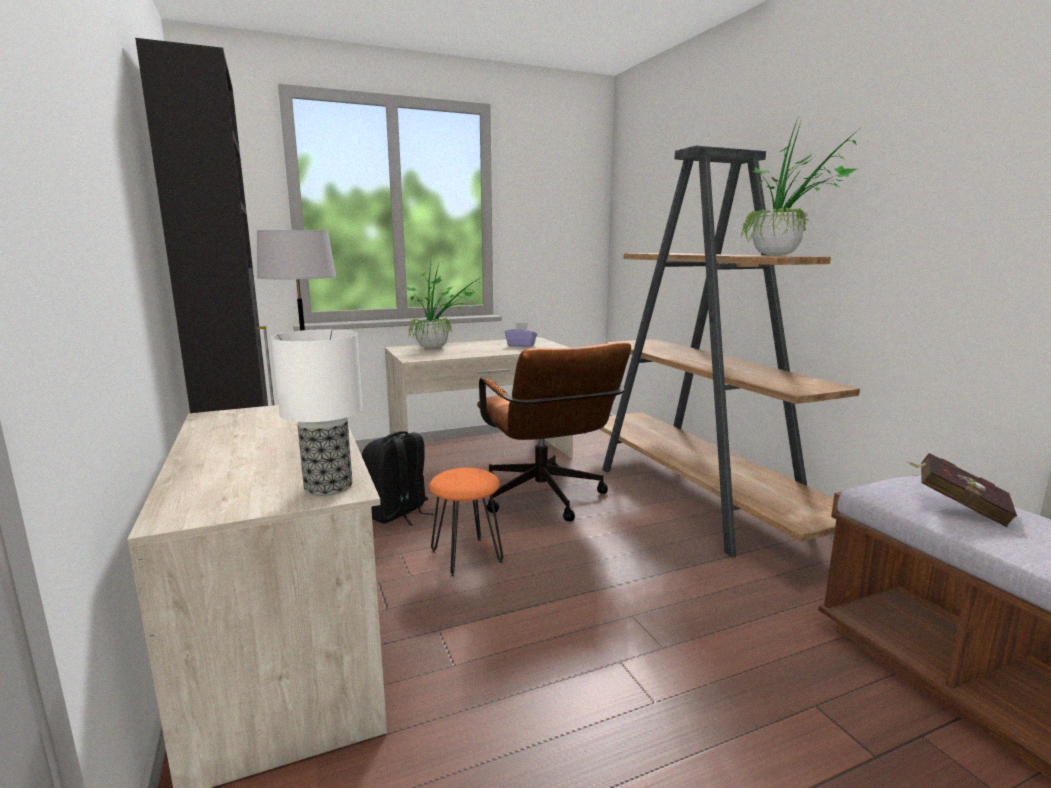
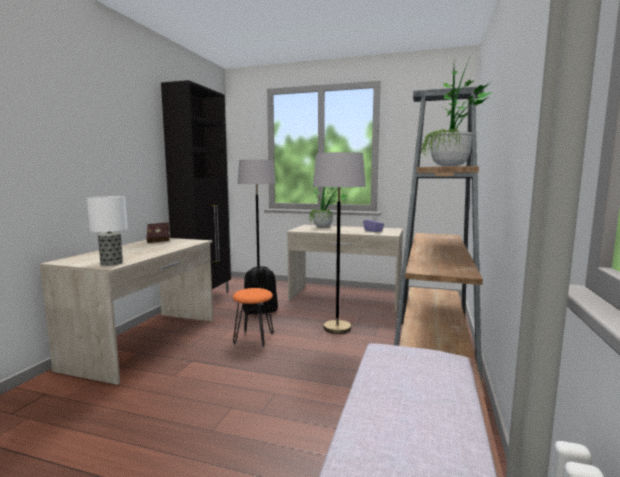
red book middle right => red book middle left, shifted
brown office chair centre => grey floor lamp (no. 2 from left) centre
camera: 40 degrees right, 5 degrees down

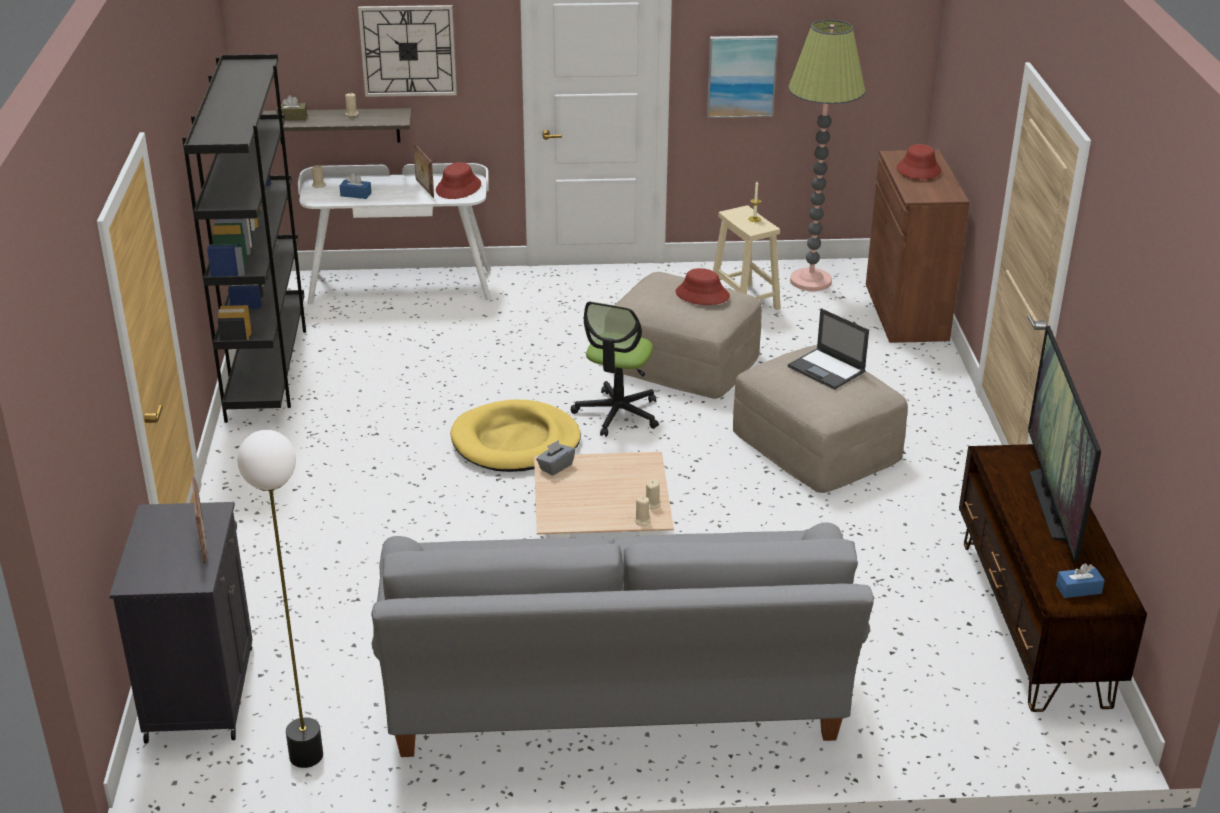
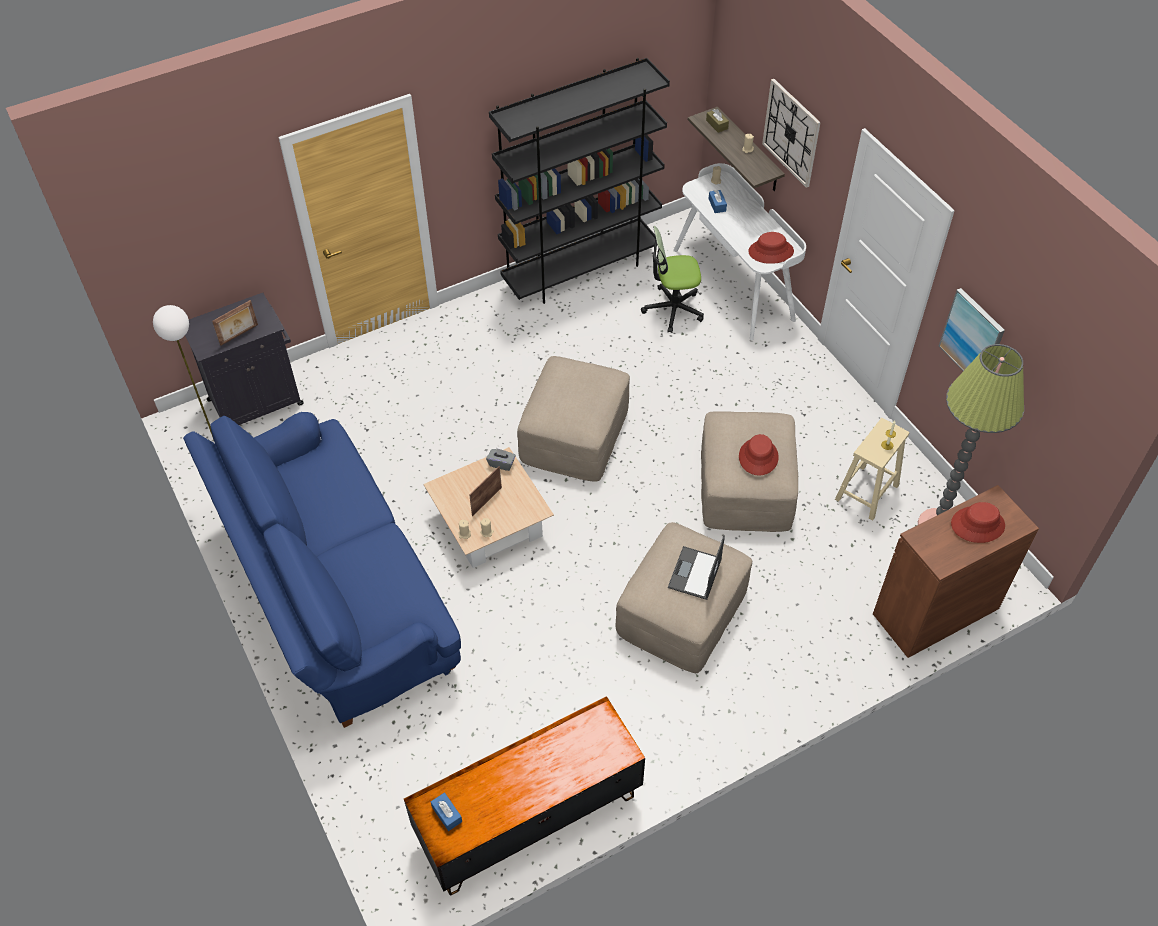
grey sofa bottom centre => blue sofa middle left
picture frame (no. 2 from left) top centre => picture frame (no. 2 from left) centre, shifted
yellow dog bed centre => beige ottoman (no. 1 from left) centre
office chair centre => office chair top centre, shifted
television middle right => nothing
camera: 65 degrees right, 20 degrees up

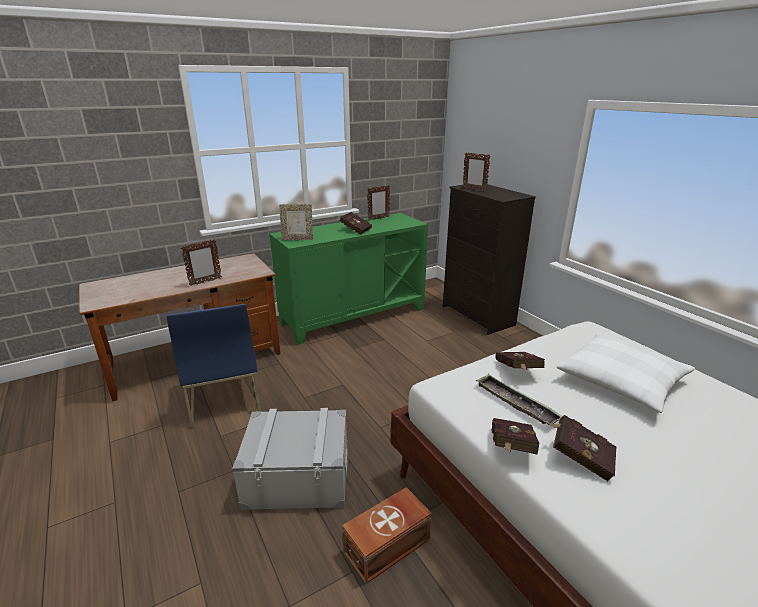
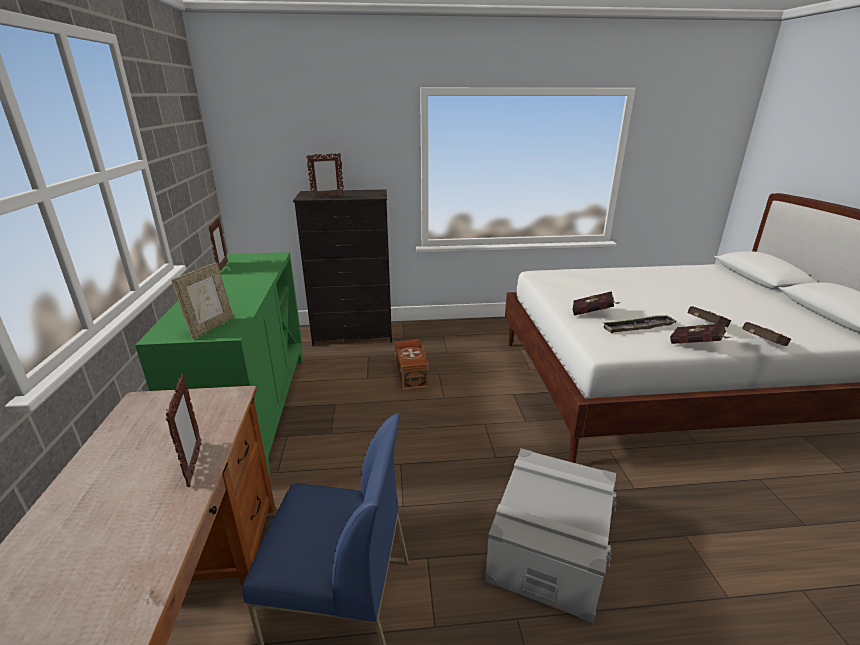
brown storage box bottom centre => brown storage box centre, shifted
red book (no. 1 from left in the first image) centre => red book (no. 4 from left) middle right, shifted
white pillow middle right => nothing
camera: 65 degrees left, 0 degrees up

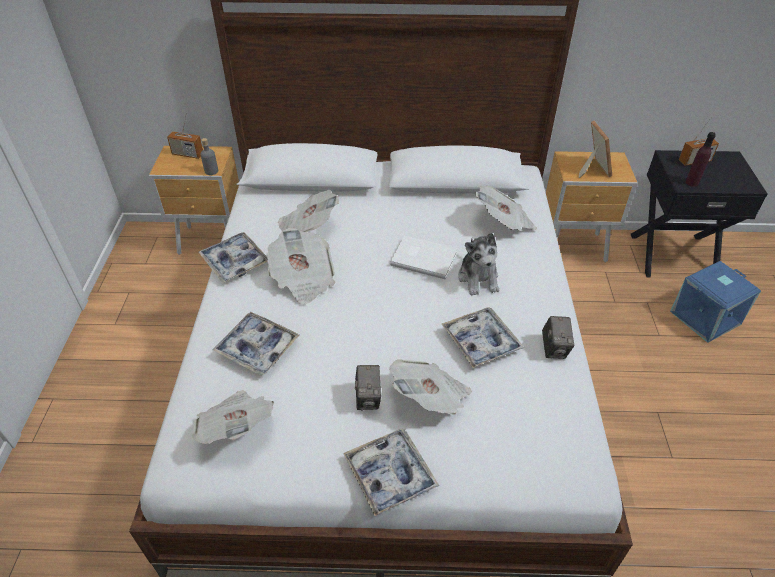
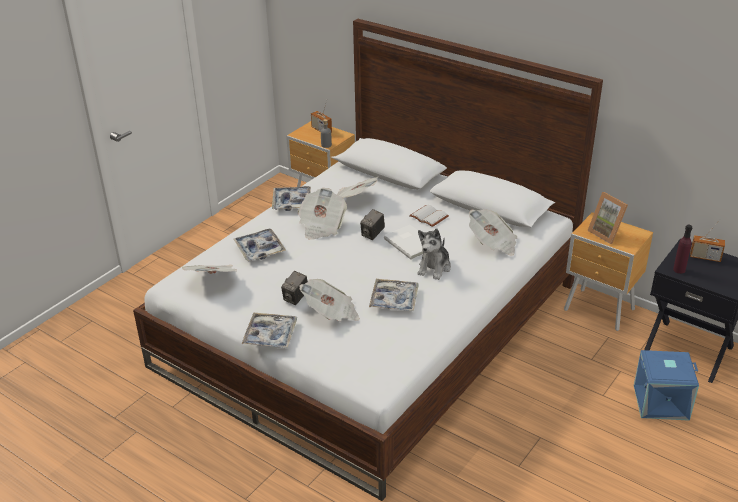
photo camera (no. 2 from left) middle right => photo camera (no. 2 from left) centre, shifted
nothing => white book (no. 2 from left) centre
picture frame top right => picture frame middle right, 120 degrees clockwise
camera: 35 degrees right, 10 degrees down

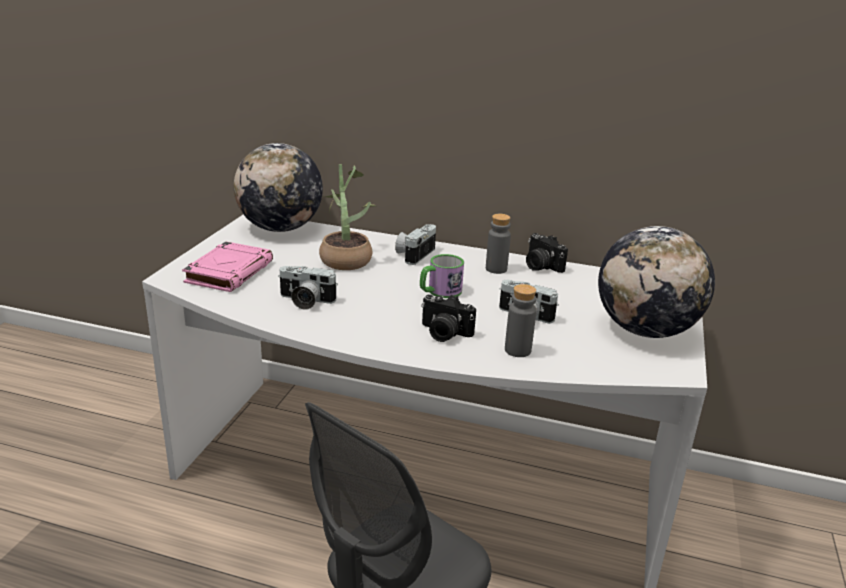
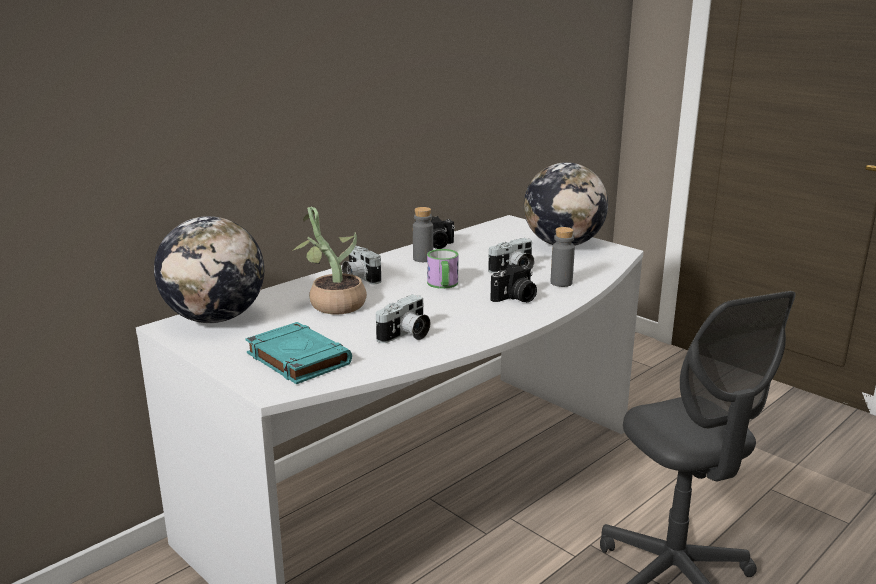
pink book middle left => turquoise book centre
camera: 60 degrees left, 5 degrees down

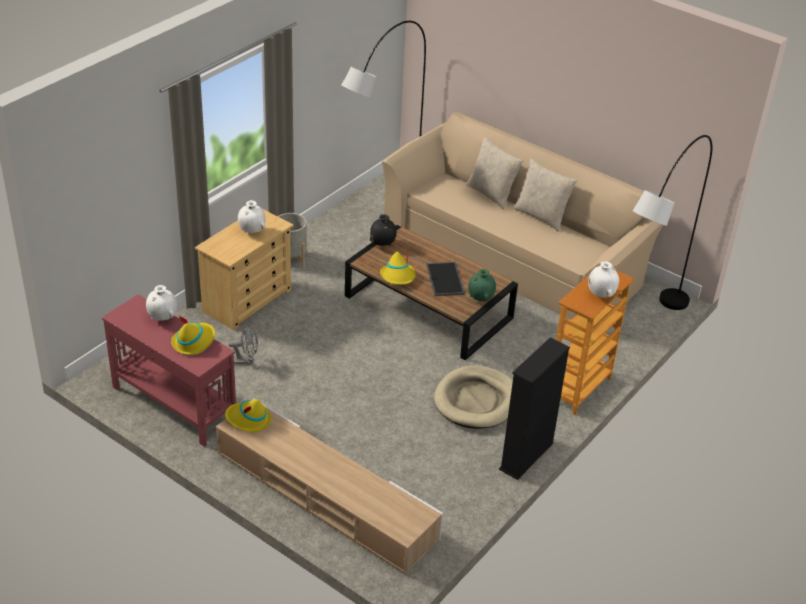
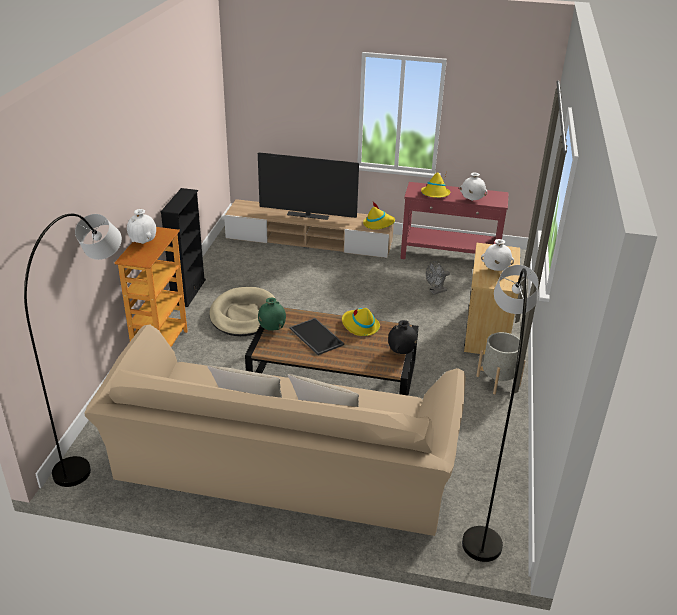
nothing => television top centre
camera: 155 degrees right, 5 degrees down

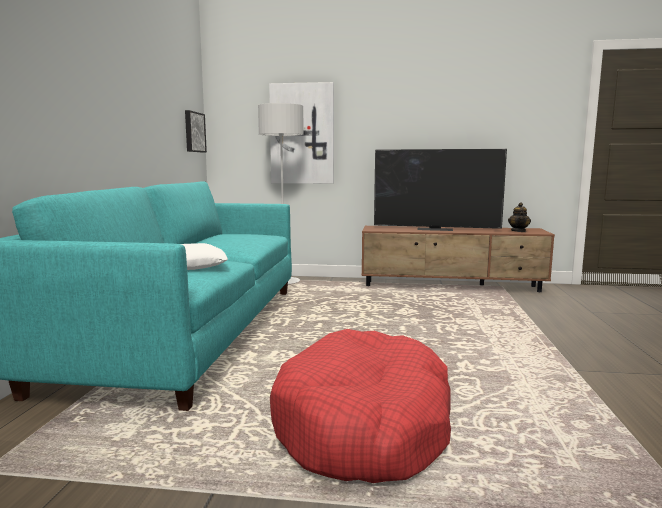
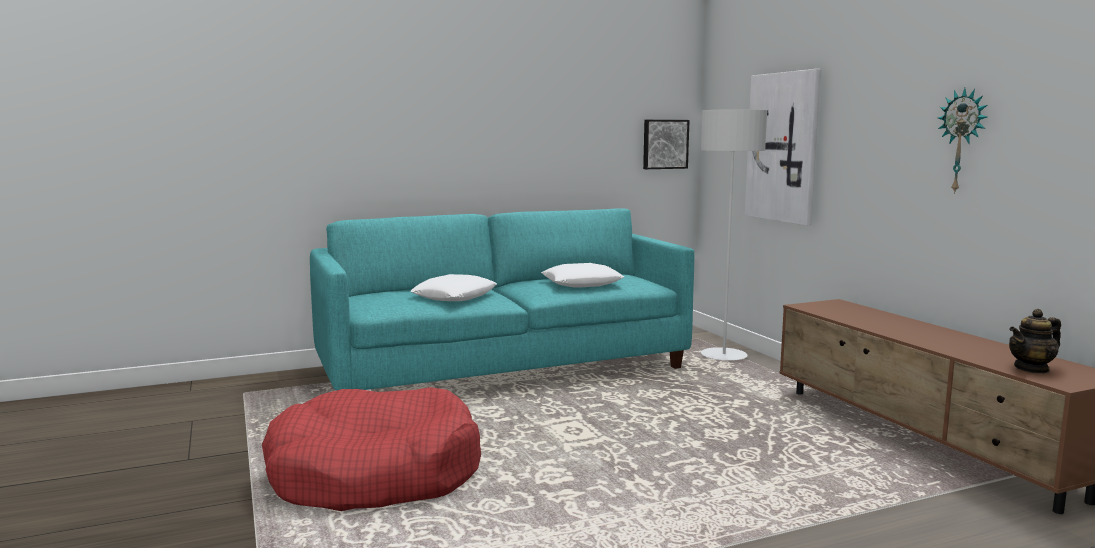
nothing => white pillow (no. 2 from left) centre
nothing => wall clock top right
television centre => nothing
camera: 60 degrees right, 0 degrees up

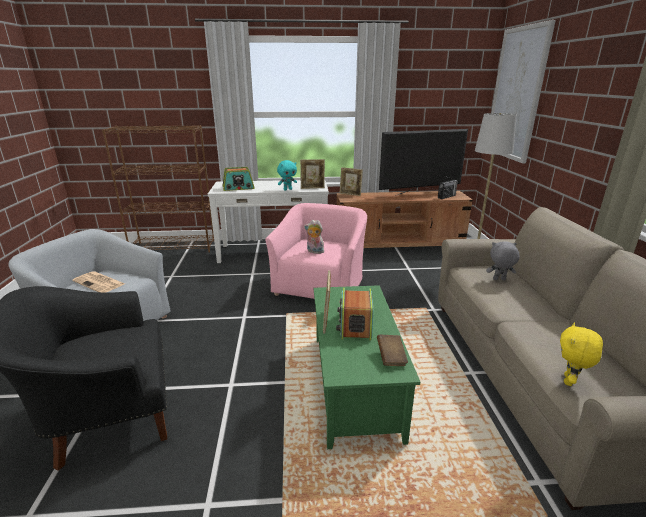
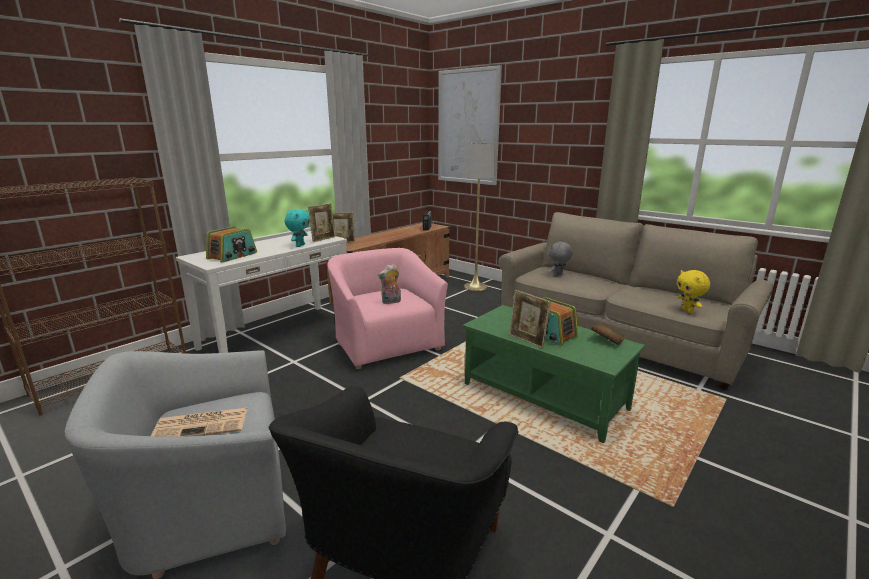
television top centre => nothing
camera: 45 degrees left, 5 degrees down

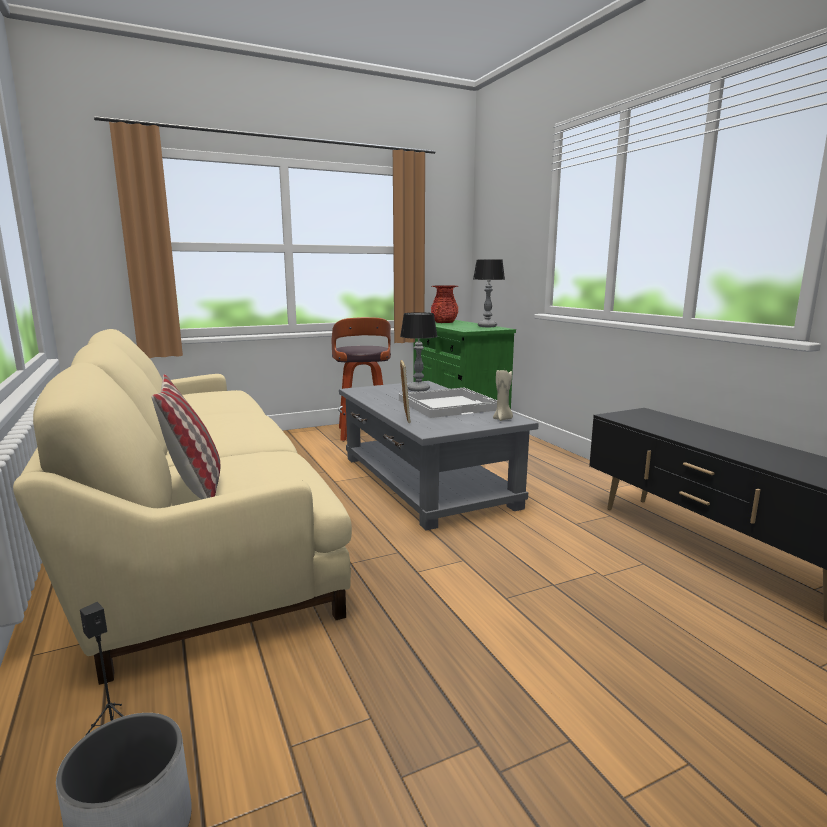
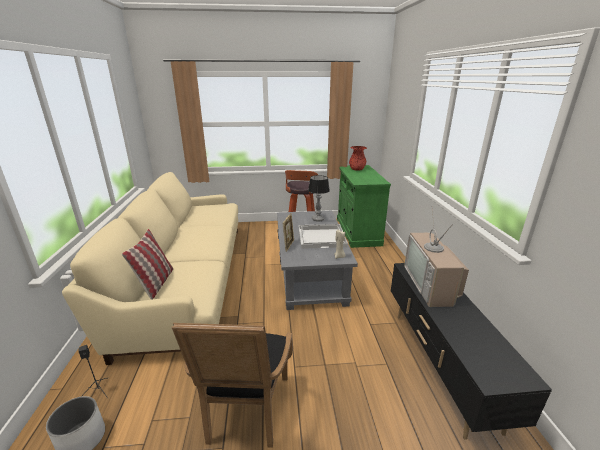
nothing => black armchair bottom centre
nothing => television middle right
table lamp (no. 2 from left) centre => nothing
camera: 20 degrees right, 10 degrees up

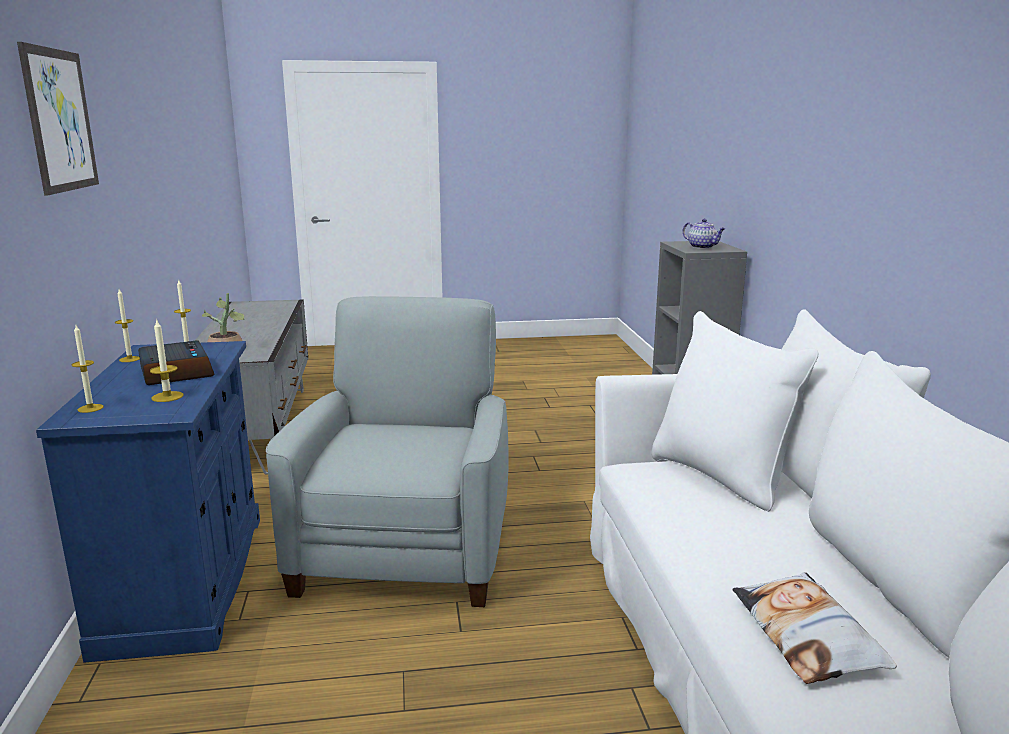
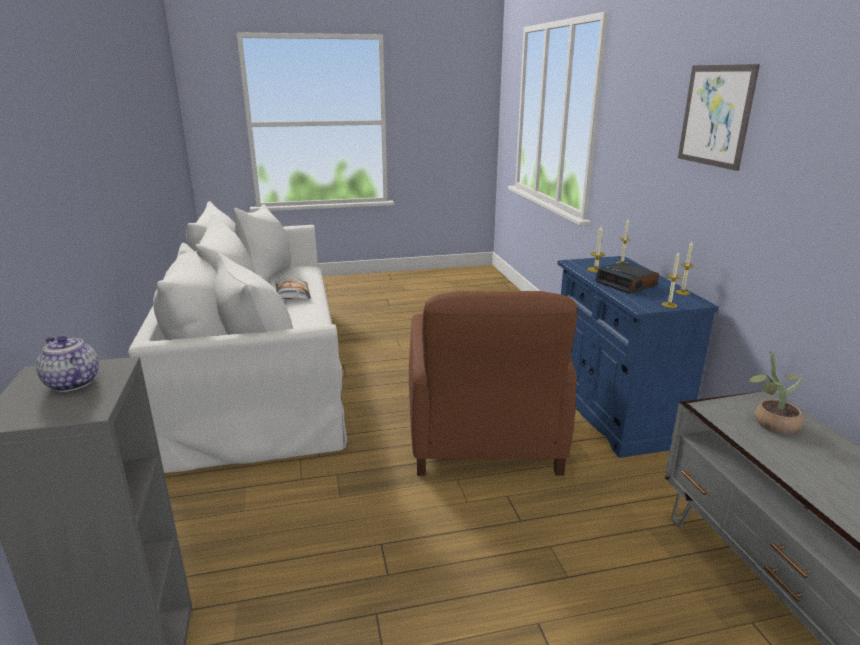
grey armchair centre => brown armchair centre
camera: 175 degrees right, 5 degrees up

